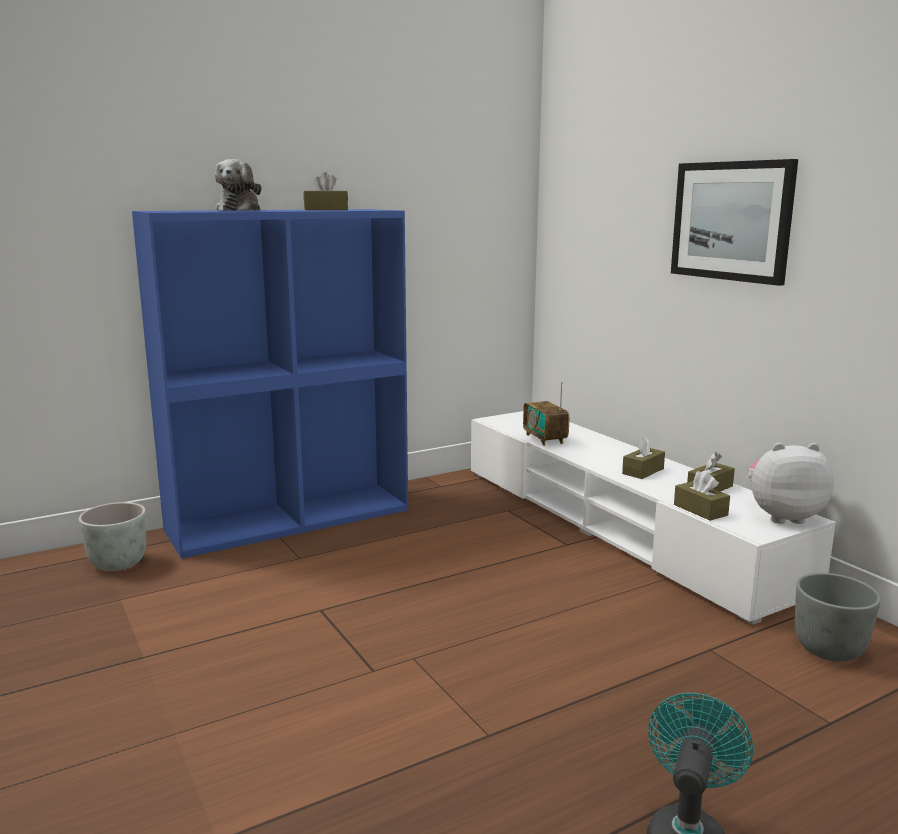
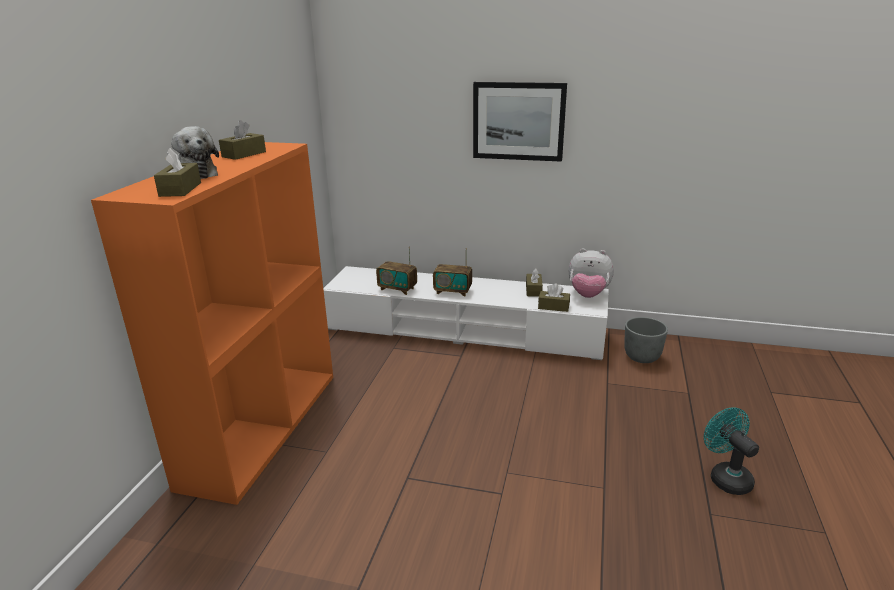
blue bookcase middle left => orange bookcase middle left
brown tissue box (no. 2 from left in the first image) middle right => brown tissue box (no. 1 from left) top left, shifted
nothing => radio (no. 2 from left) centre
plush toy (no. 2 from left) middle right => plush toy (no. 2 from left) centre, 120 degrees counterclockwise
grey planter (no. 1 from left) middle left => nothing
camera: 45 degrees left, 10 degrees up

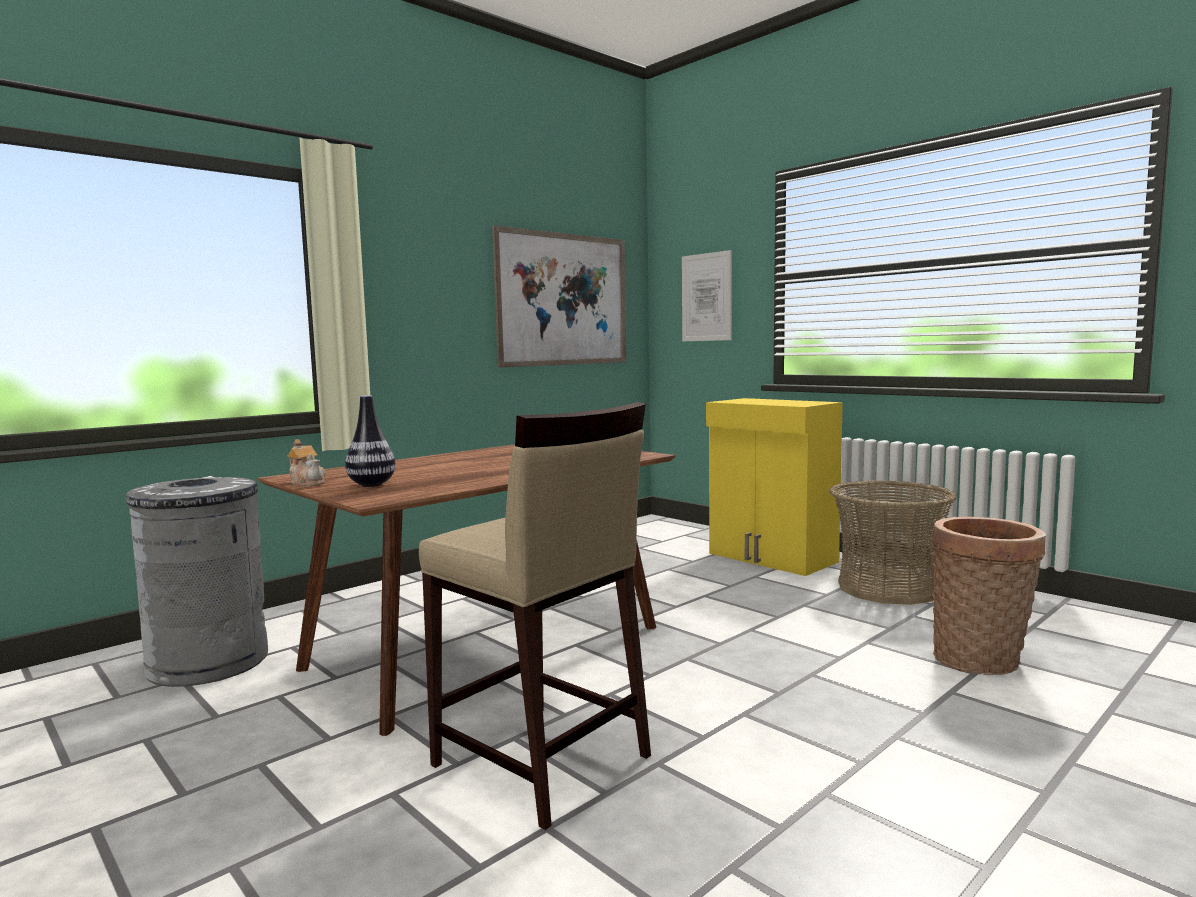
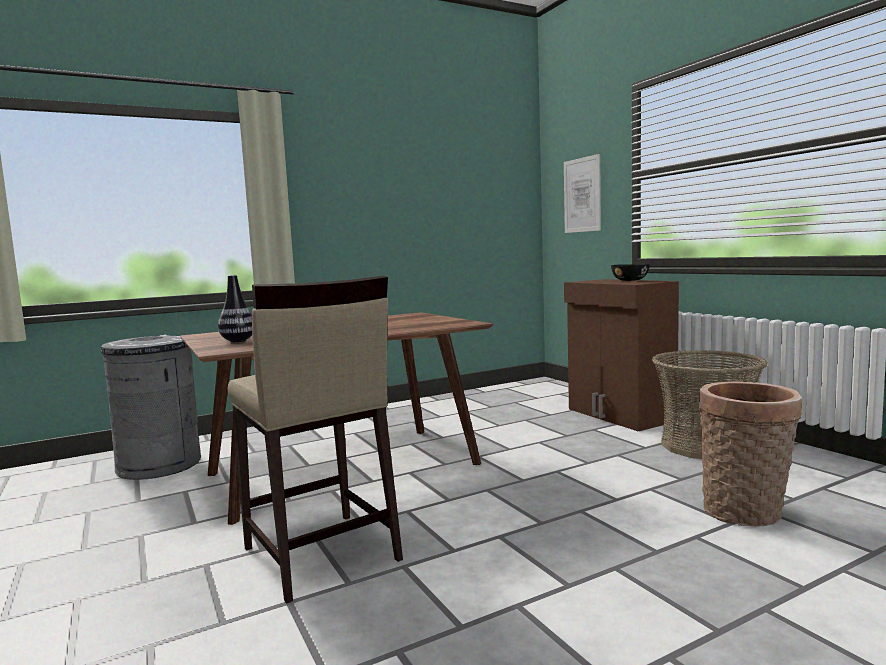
yellow cabinet centre => brown cabinet middle right
nothing => black bowl middle right
teapot middle left => nothing
picture (no. 1 from left) top centre => nothing
camera: 15 degrees right, 0 degrees up

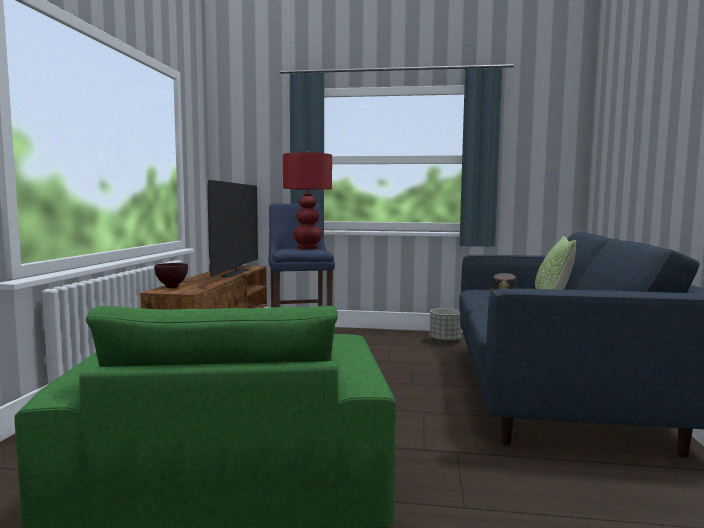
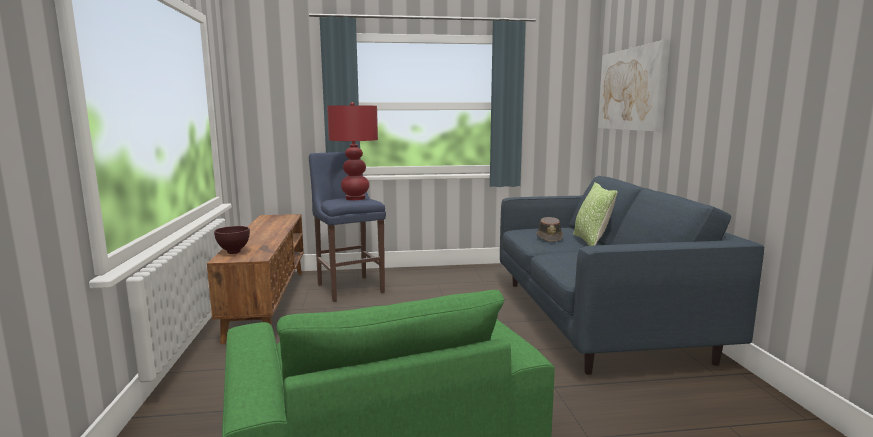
nothing => picture top right
television middle left => nothing
grey planter centre => nothing
camera: 15 degrees left, 5 degrees up

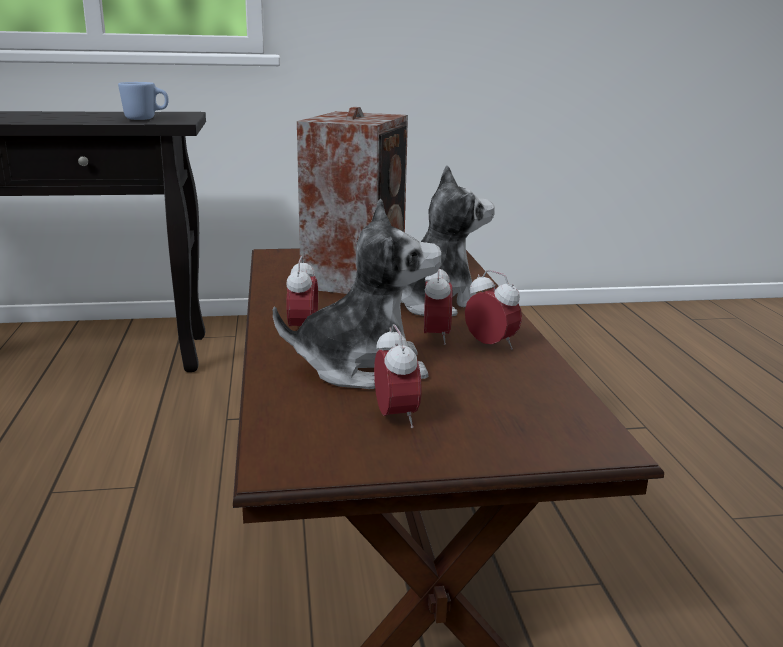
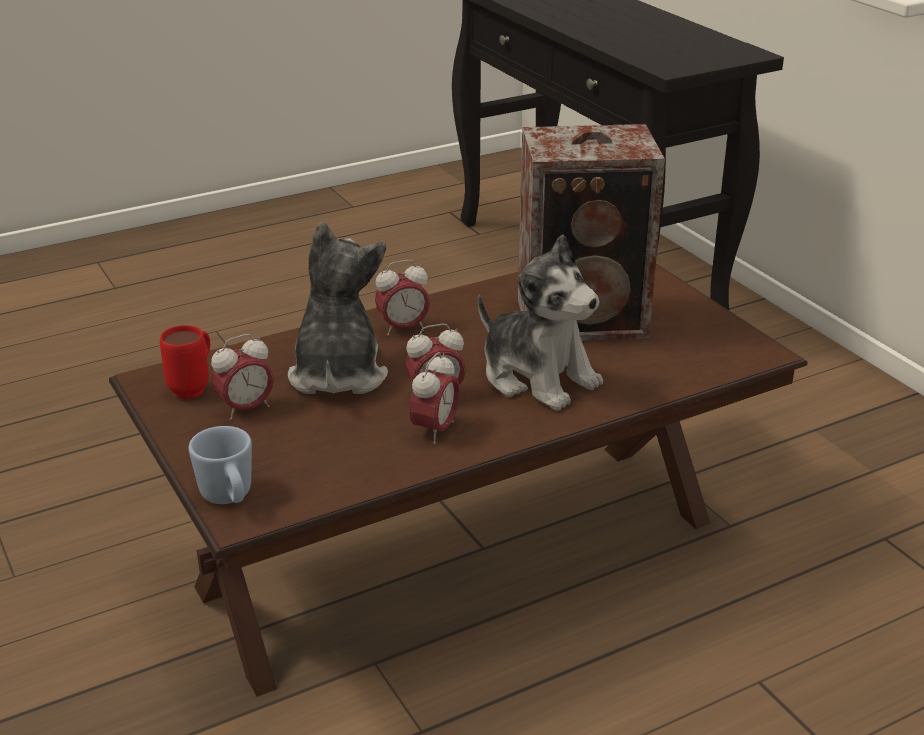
nothing => red mug middle left
blue mug top left => blue mug middle left, shifted
plush toy (no. 1 from left) centre, 150 degrees counterclockwise
camera: 70 degrees right, 10 degrees up

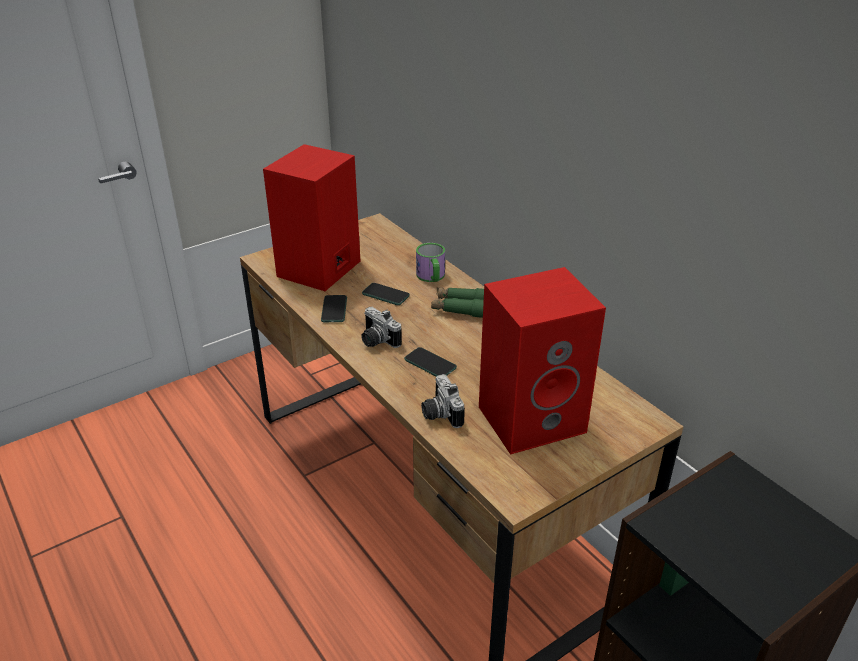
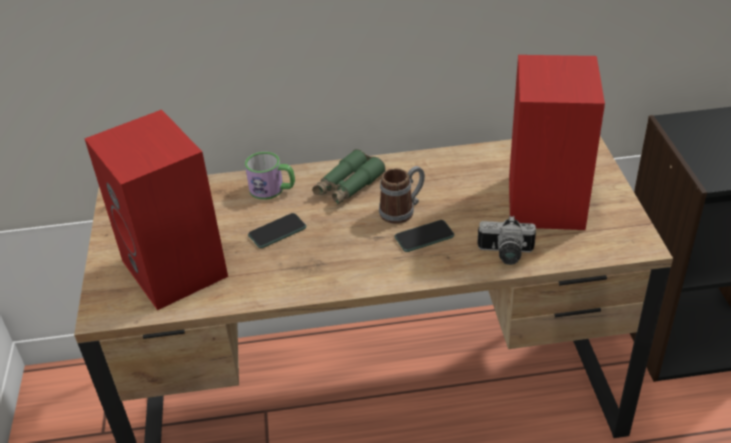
nothing => mug (no. 2 from left) centre
phone (no. 1 from left) centre => nothing
photo camera (no. 1 from left) centre => nothing
camera: 60 degrees left, 5 degrees up

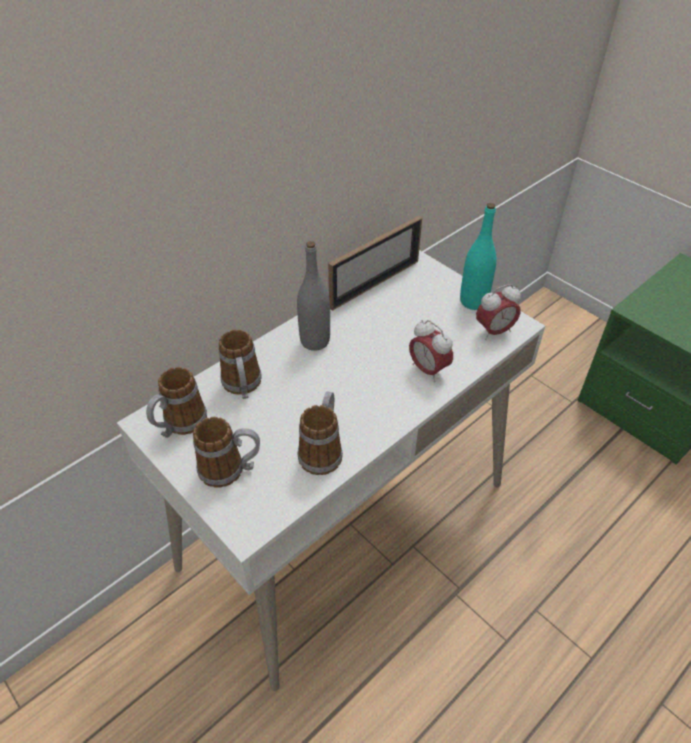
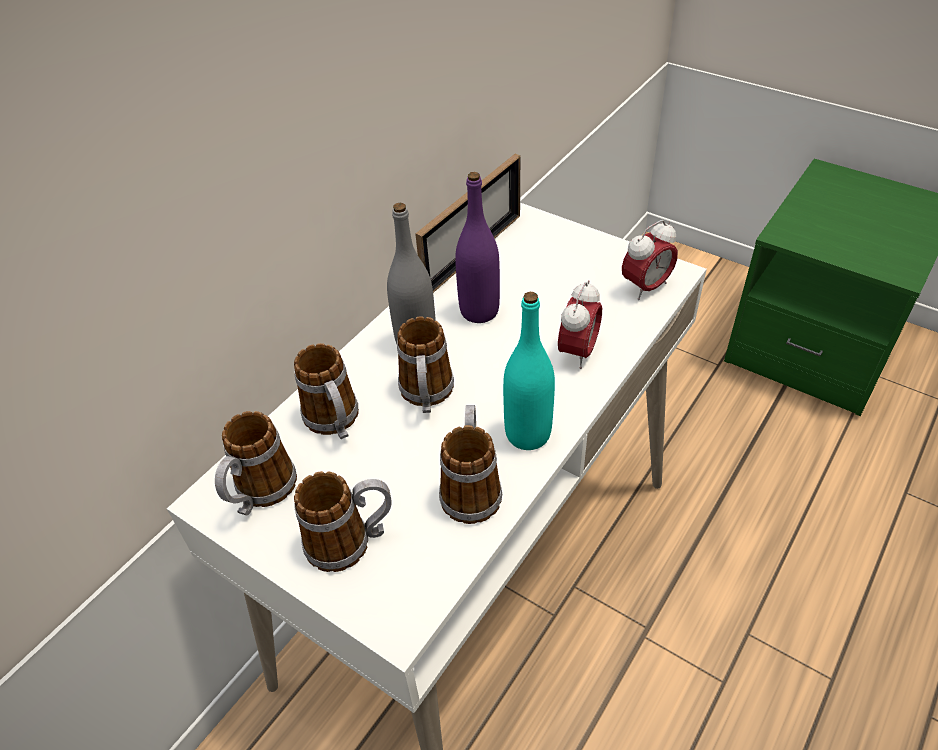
nothing => mug (no. 4 from left) centre
nothing => purple bottle top centre
turquoise bottle middle right => turquoise bottle centre, shifted
alarm clock (no. 1 from left) centre, 105 degrees counterclockwise
camera: 10 degrees left, 0 degrees up

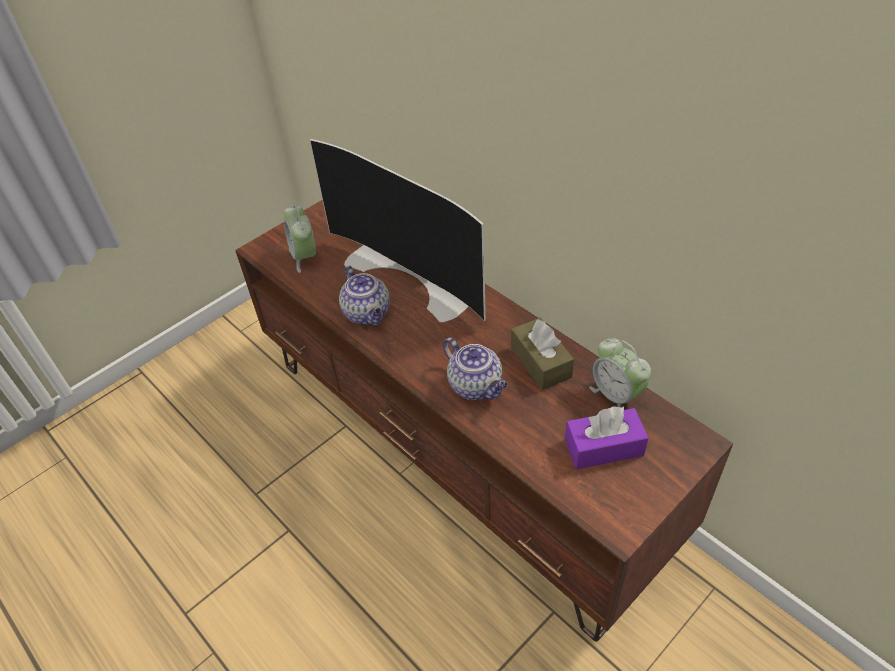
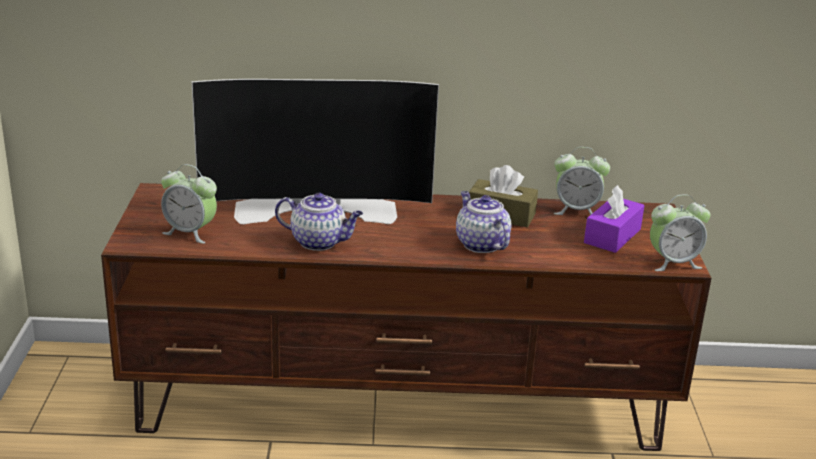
teapot (no. 2 from left) centre, 120 degrees counterclockwise
nothing => alarm clock (no. 3 from left) middle right
camera: 50 degrees left, 20 degrees down

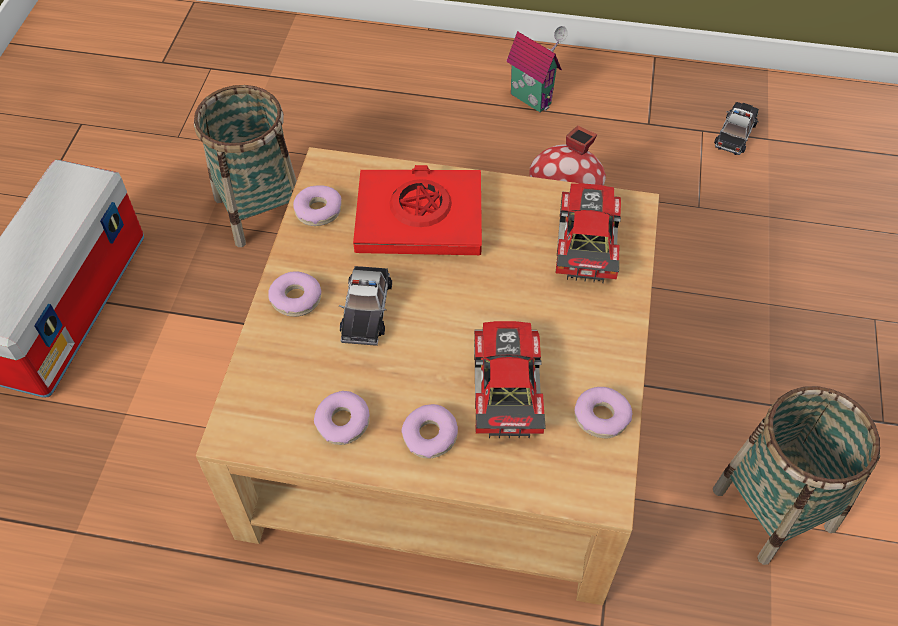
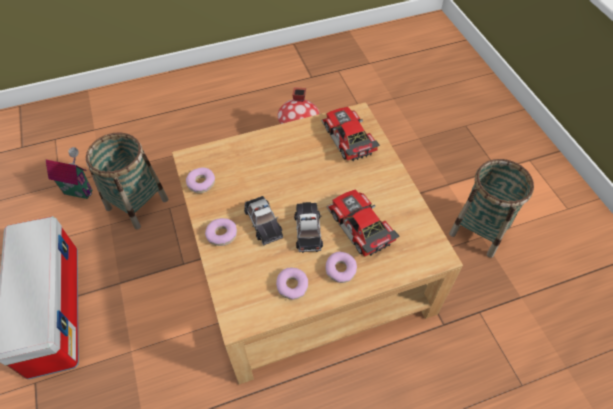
toy house (no. 1 from left) top centre => toy house (no. 1 from left) middle left, shifted
toy car (no. 4 from left in the first image) top right => toy car (no. 2 from left) centre, shifted
red book centre => nothing
donut (no. 5 from left) middle right => nothing
camera: 30 degrees left, 0 degrees up

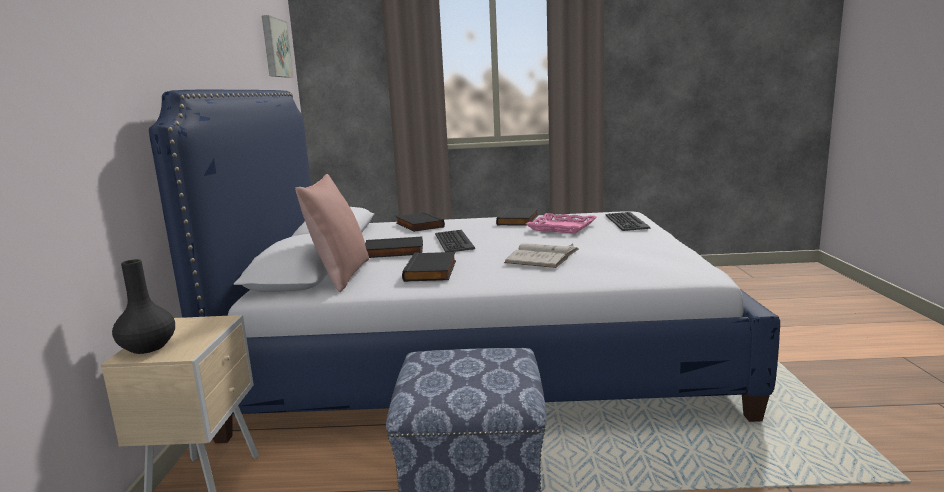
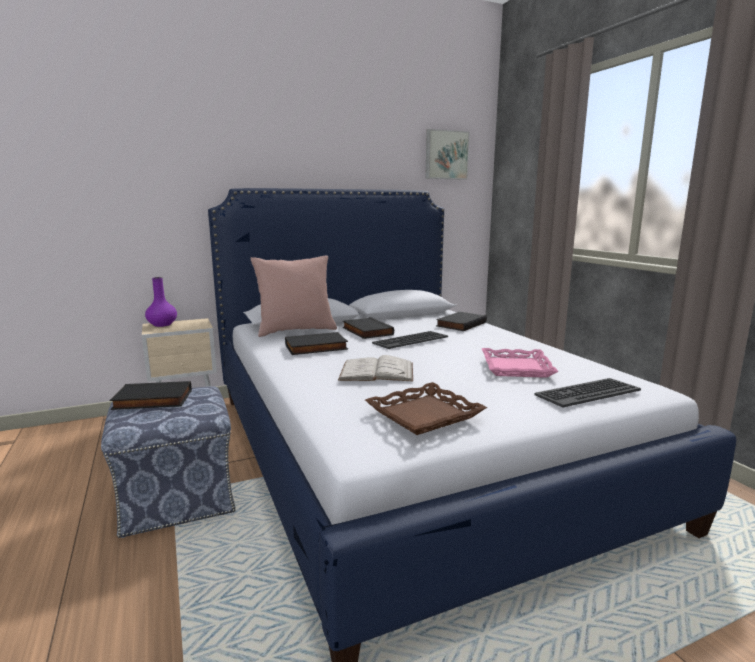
black book (no. 4 from left in the first image) centre => black book (no. 1 from left) middle left, shifted
black vase middle left => purple vase middle left
nothing => brown tray centre
camera: 65 degrees right, 0 degrees up

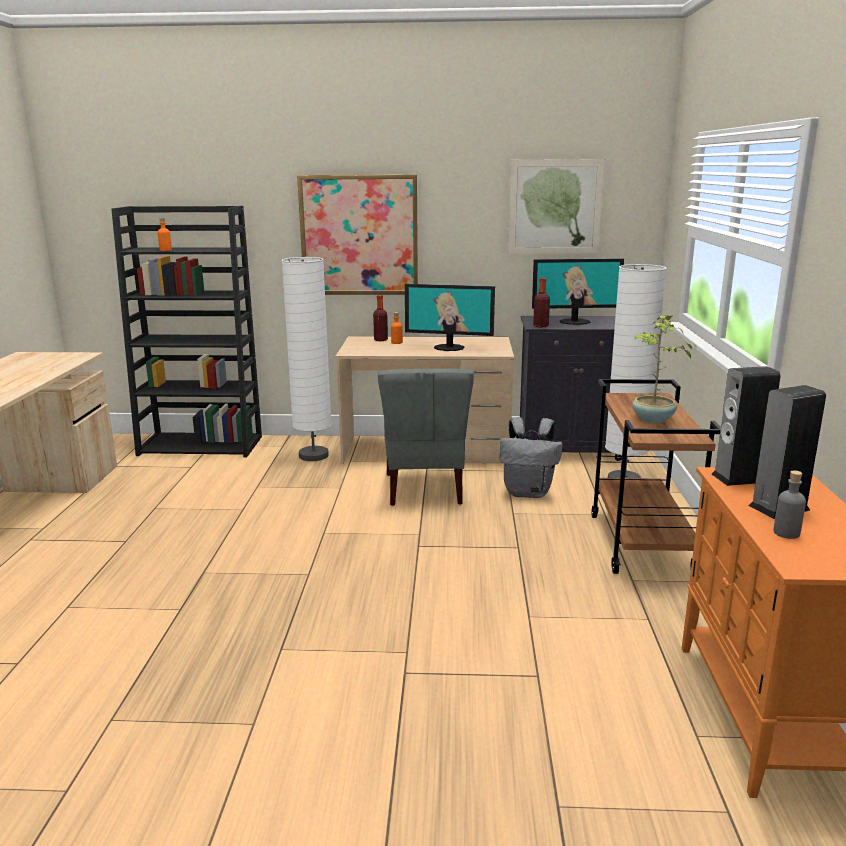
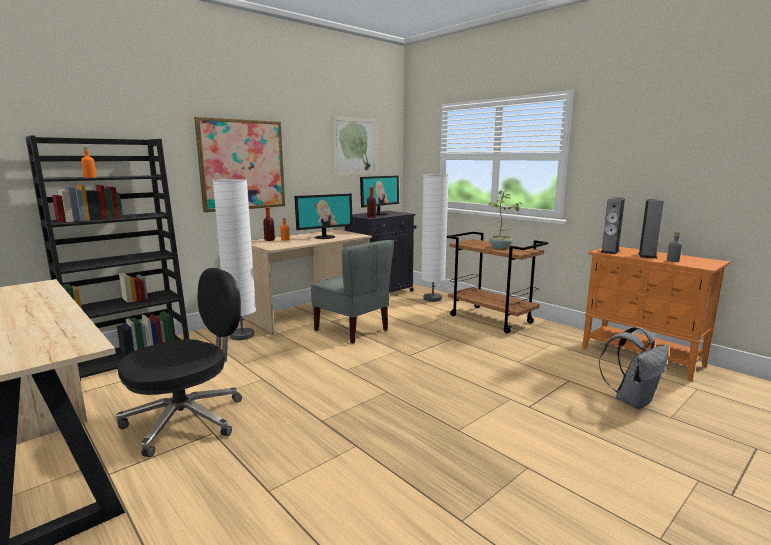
nothing => black office chair middle left
grey backpack centre => grey backpack bottom right, shifted
camera: 45 degrees left, 5 degrees down

